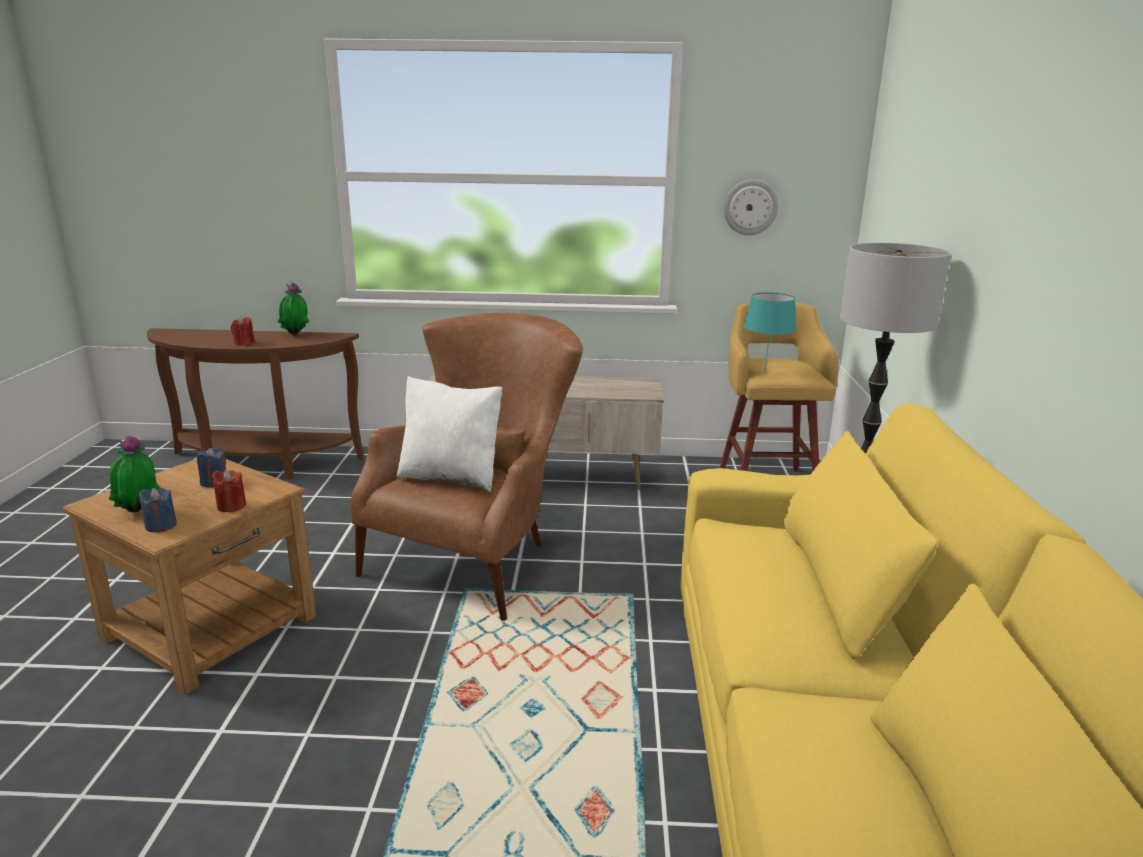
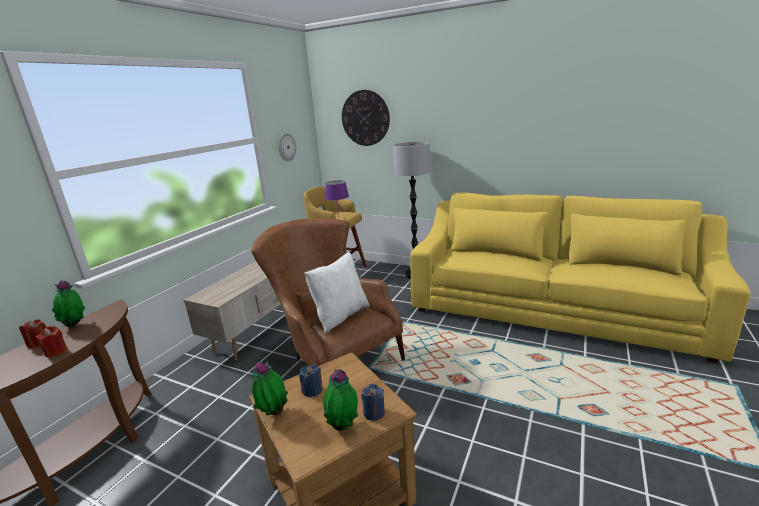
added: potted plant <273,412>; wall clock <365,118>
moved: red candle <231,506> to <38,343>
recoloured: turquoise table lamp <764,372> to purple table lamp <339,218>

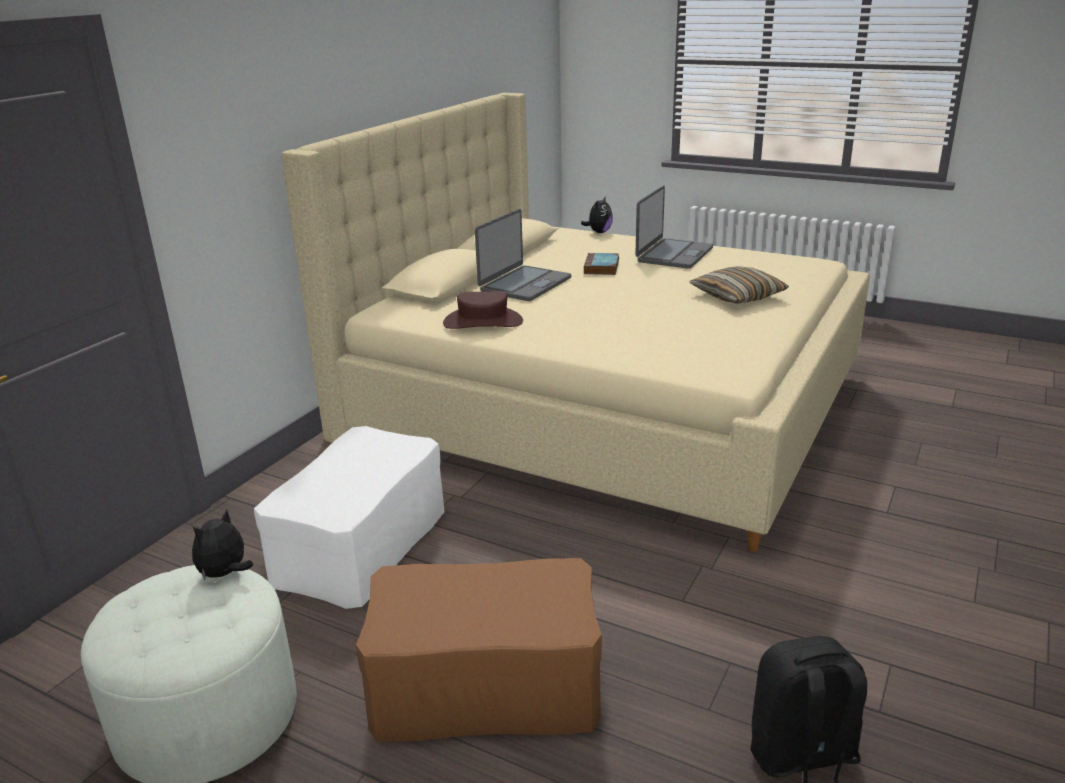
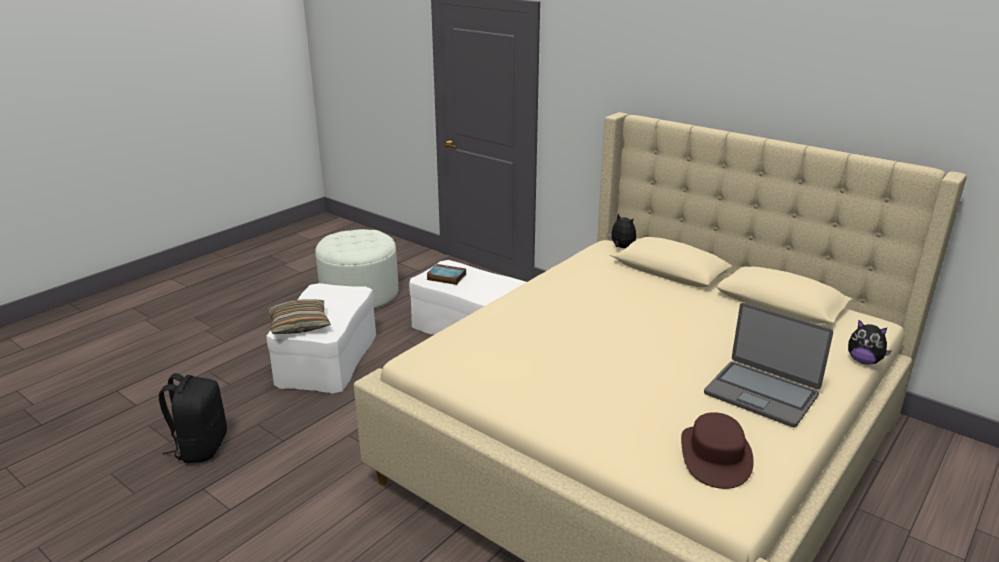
removed: laptop <524,284>
moved: plush toy <225,574> to <621,247>; brown hat <483,322> to <715,456>; book <601,268> to <445,277>; pillow <737,296> to <299,325>
recoloured: brown ottoman <486,685> to white ottoman <328,359>

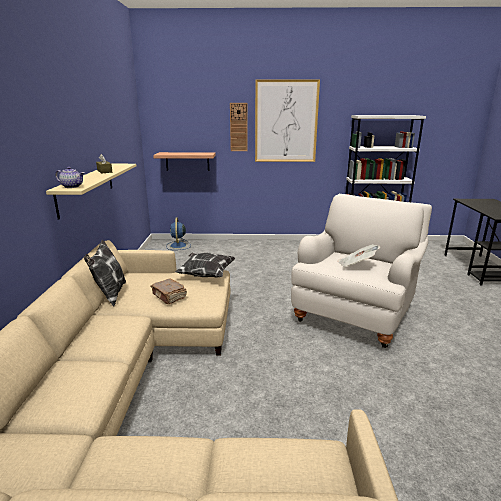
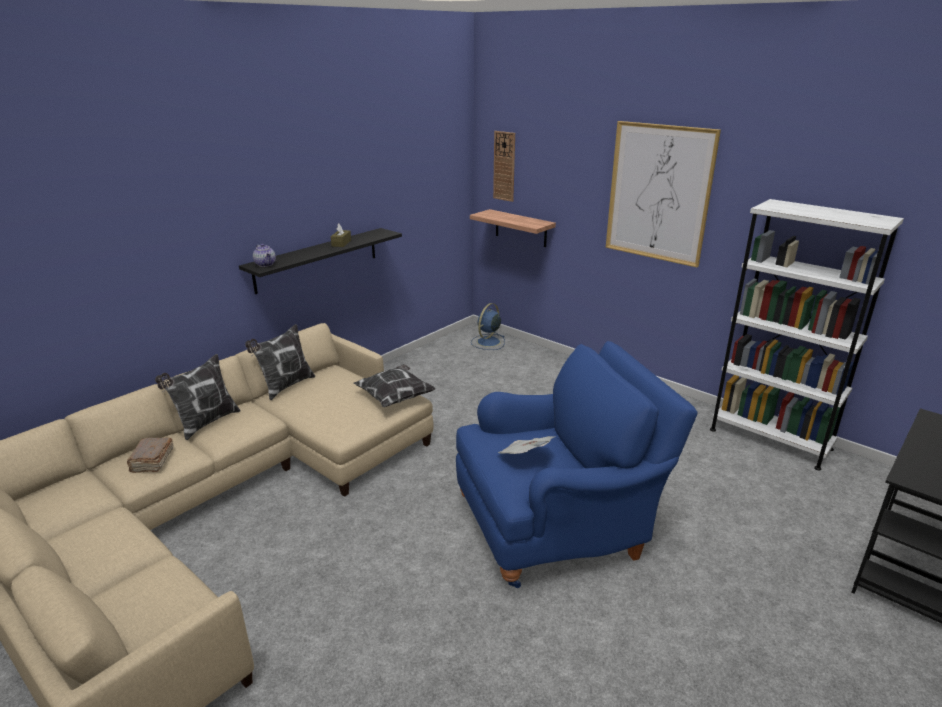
added: pillow <205,423>
moved: brown book <169,296> to <152,461>; wall clock <238,127> to <504,166>
recoloured: beige shelf <86,188> to black shelf <317,259>; white armchair <355,312> to blue armchair <558,526>

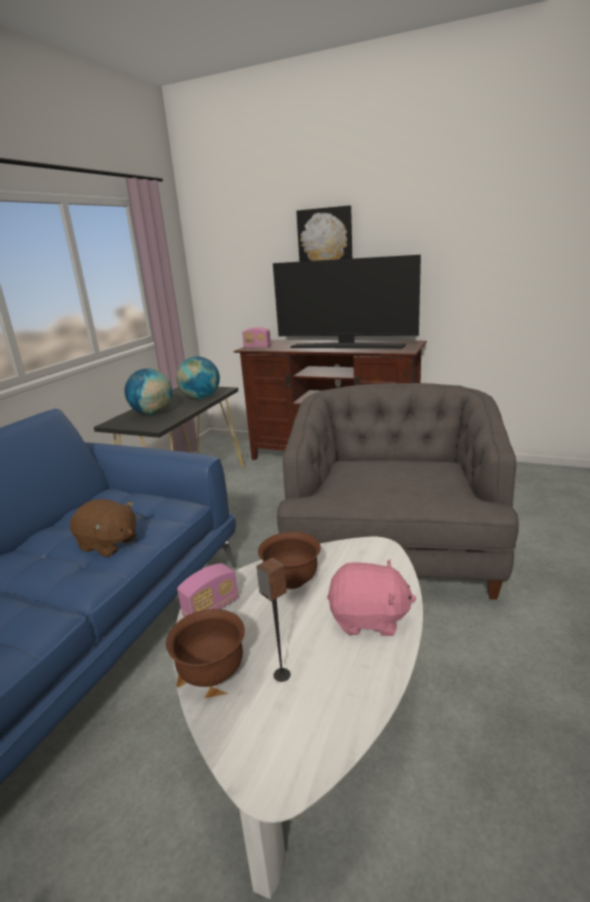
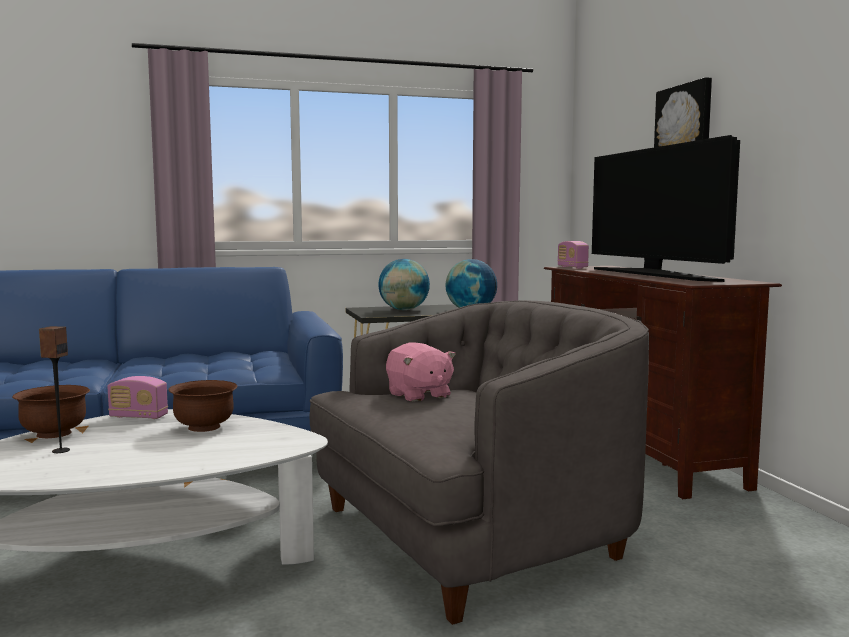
removed: brown plush toy <108,544>
moved: pink plush toy <369,619> to <419,395>

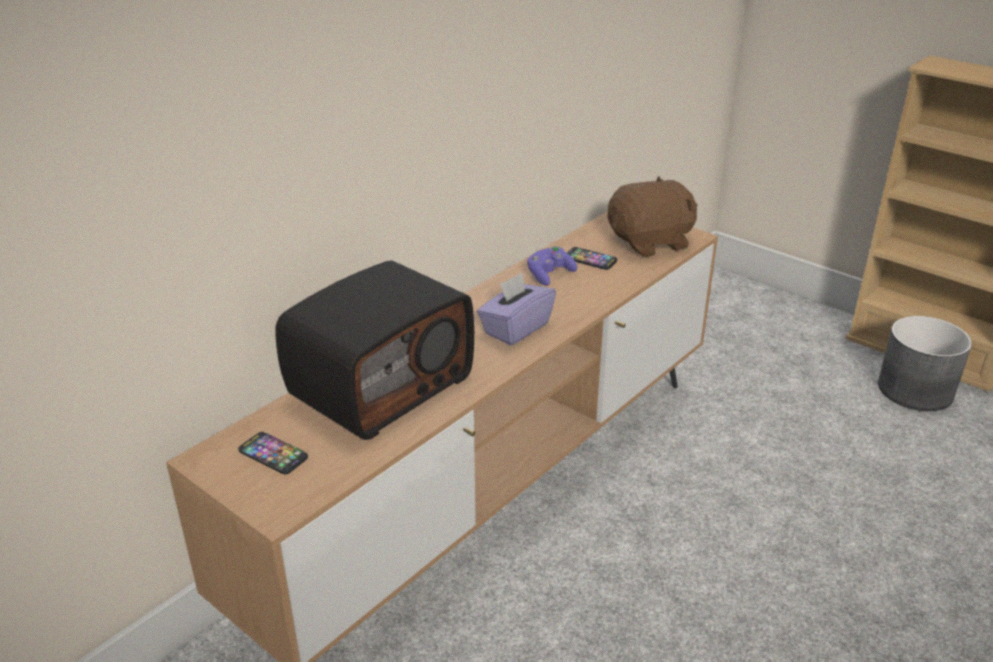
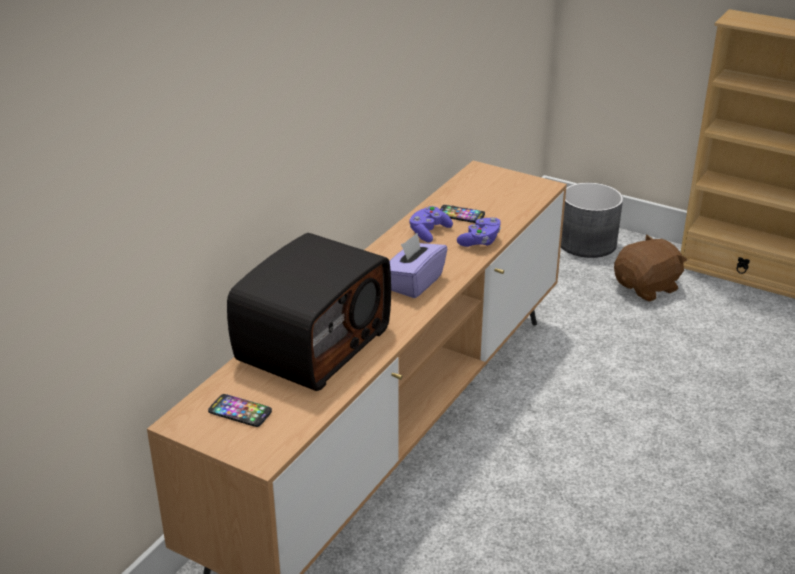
added: purple game controller <480,241>
moved: brown plush toy <651,243> to <647,288>; grey planter <916,390> to <587,243>

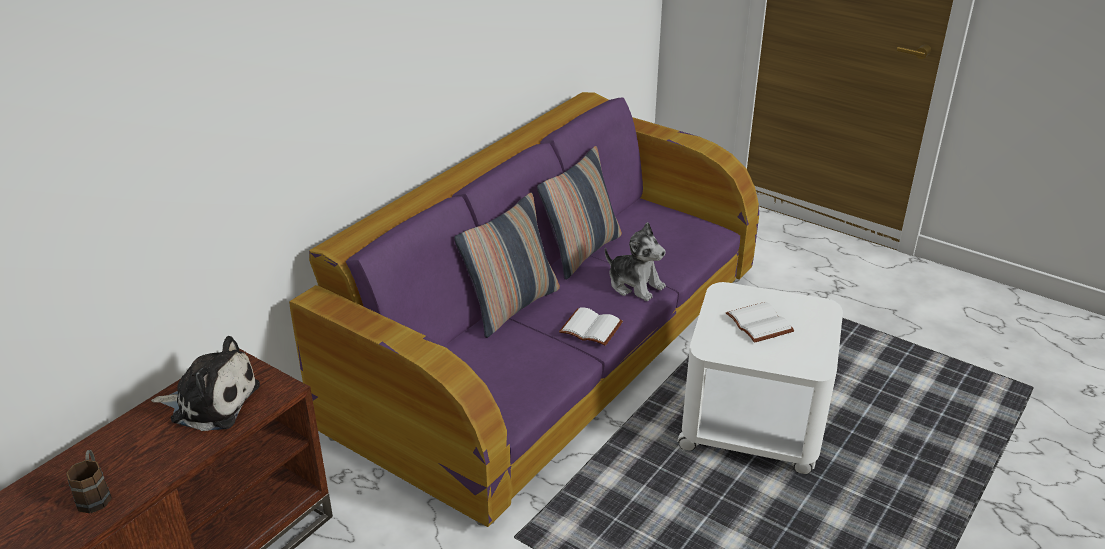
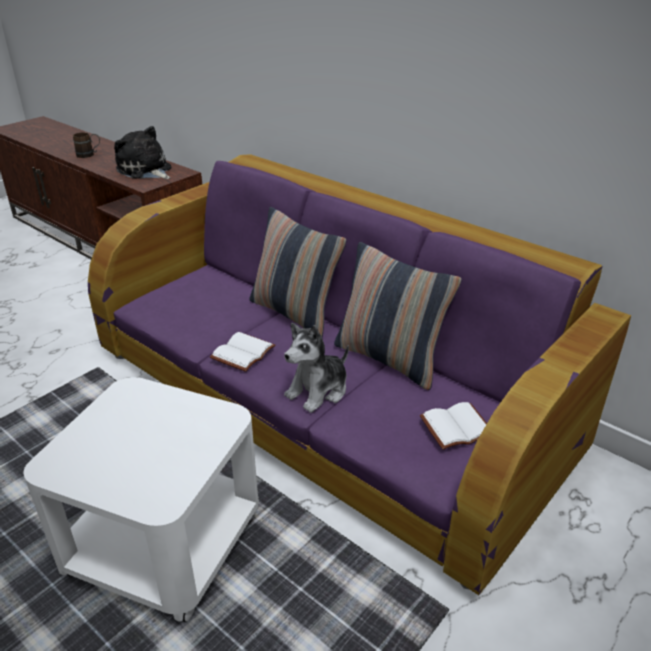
moved: white book <761,324> to <456,429>
turned: plush toy <211,402> = <145,170> 120 degrees clockwise

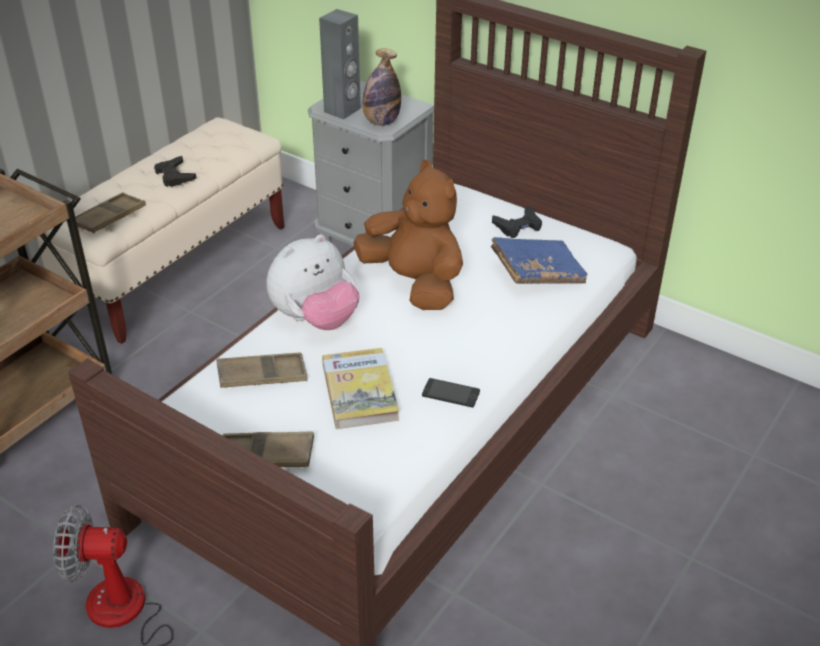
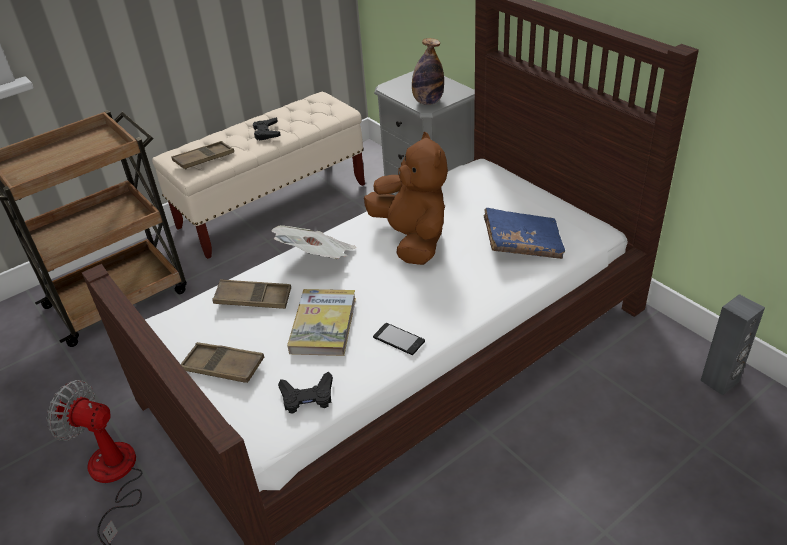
moved: grey speaker <342,110> to <720,381>; black game controller <518,226> to <307,397>
replaced: plush toy <315,319> to newspaper <317,258>

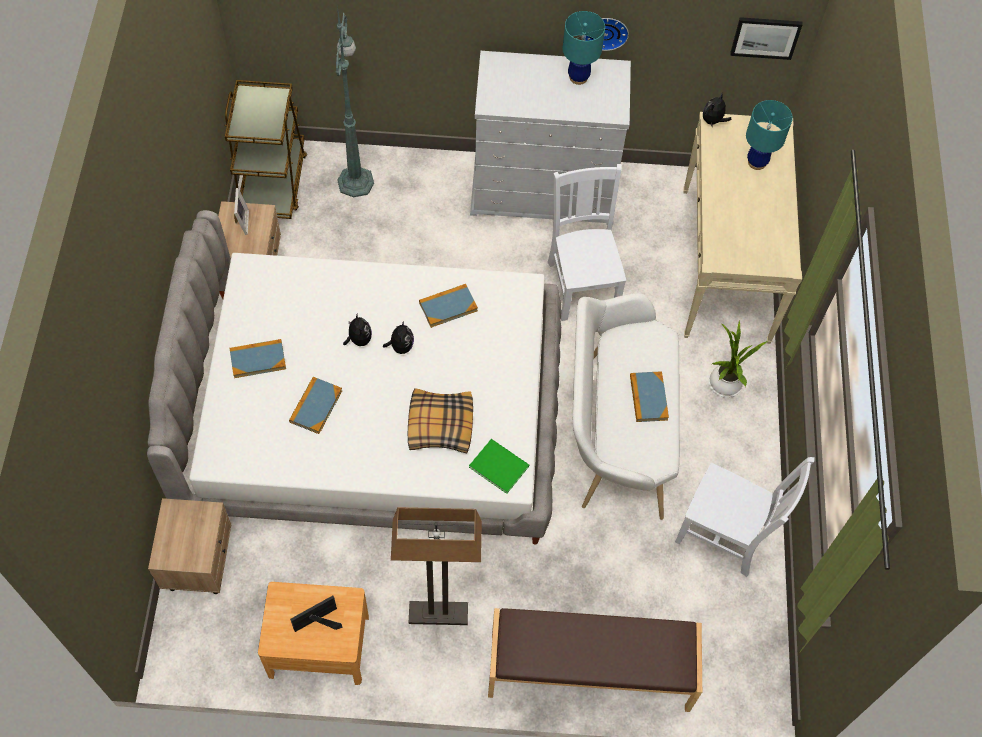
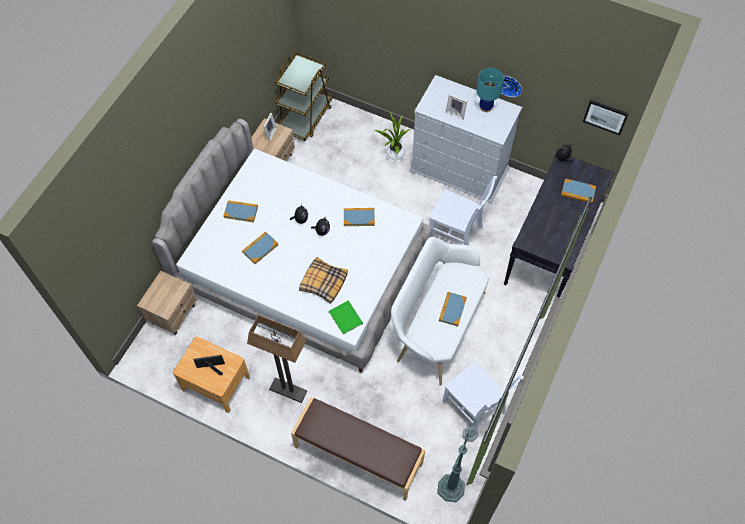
added: picture frame <456,113>
moved: green floor lamp <356,180> to <451,486>; potted plant <723,386> to <394,155>
replaced: turquoise table lamp <757,162> to book <578,192>
recoloured: beige console table <725,265> to black console table <549,250>
turned: white chair <582,284> = <457,233> 105 degrees clockwise

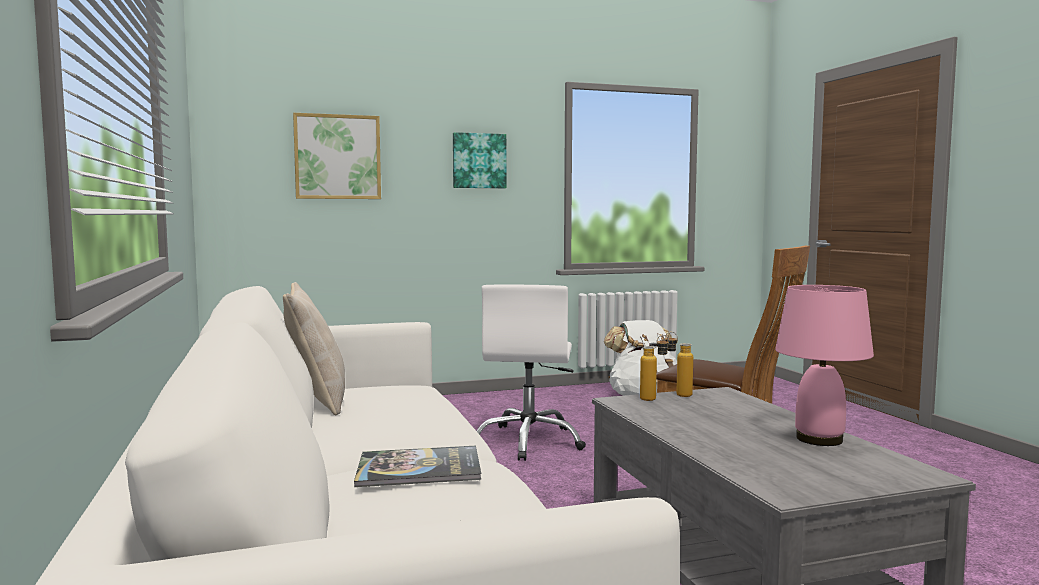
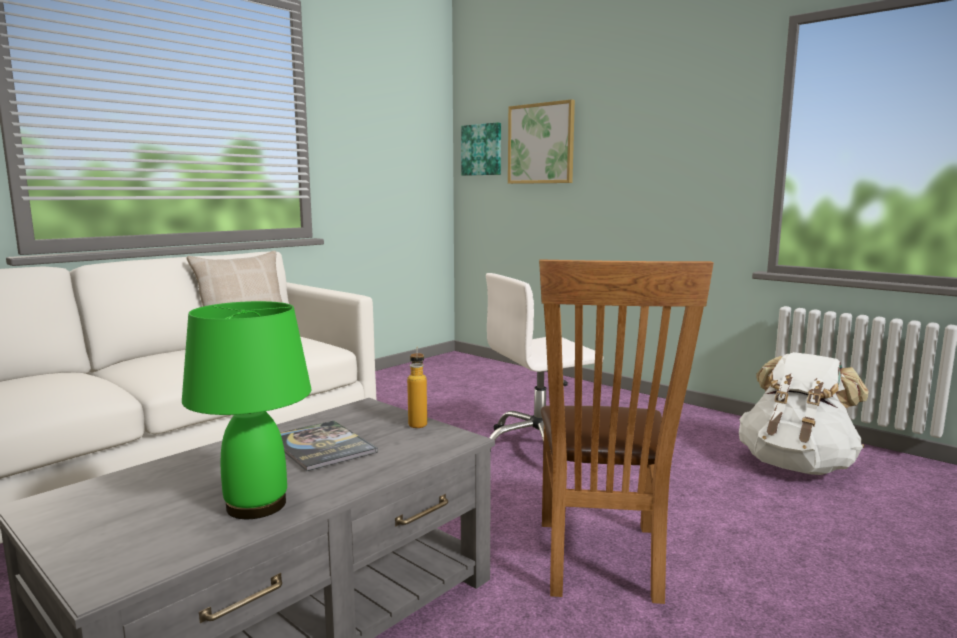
removed: bottle <654,398>
moved: book <419,468> to <321,446>; picture <479,161> to <482,150>
recoloured: pink table lamp <818,439> to green table lamp <258,505>

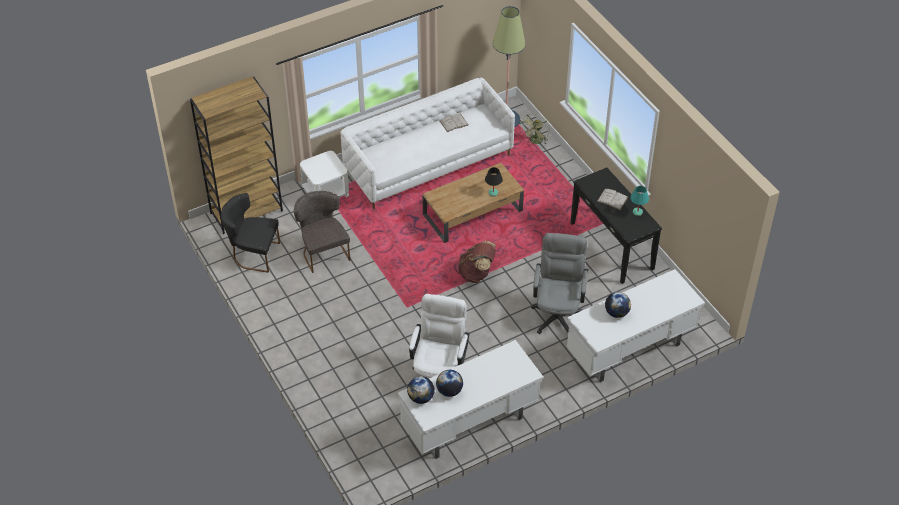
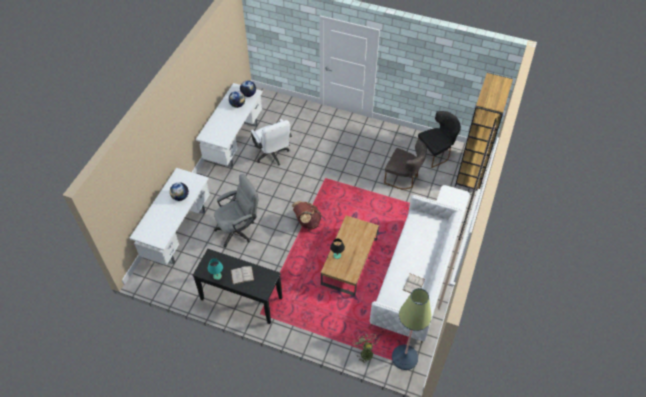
turned: grey office chair <558,312> = <239,229> 90 degrees counterclockwise

